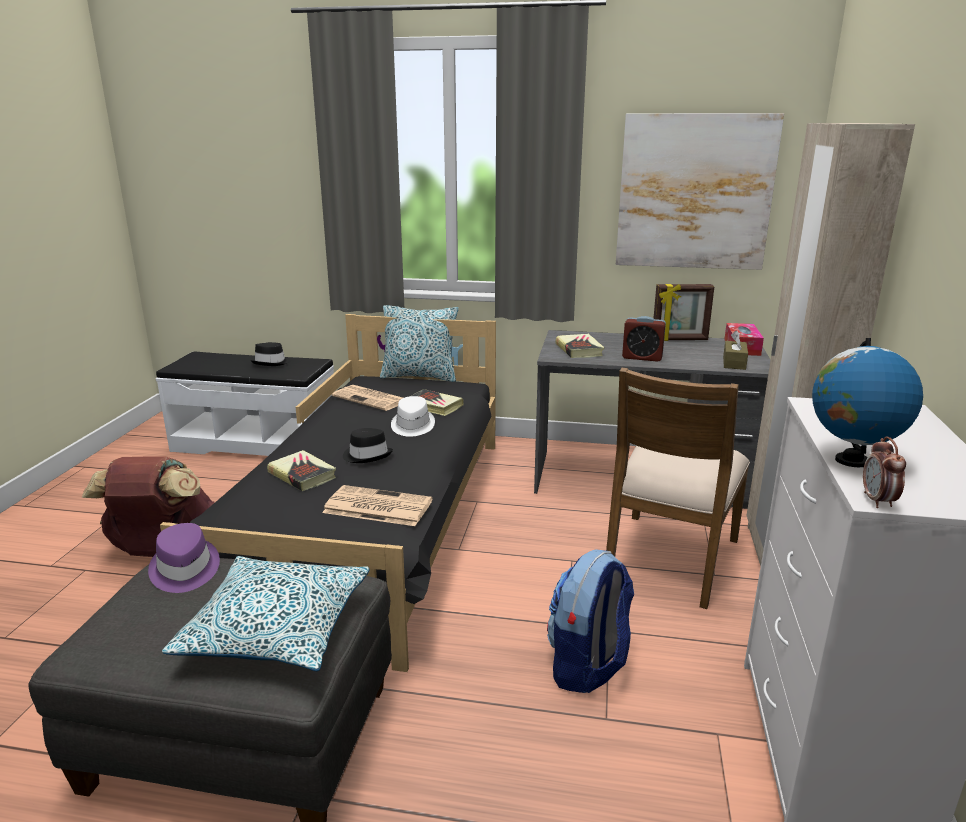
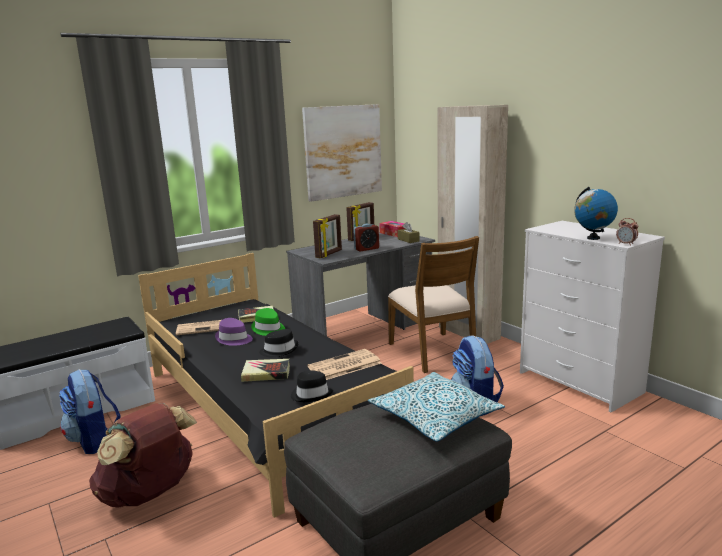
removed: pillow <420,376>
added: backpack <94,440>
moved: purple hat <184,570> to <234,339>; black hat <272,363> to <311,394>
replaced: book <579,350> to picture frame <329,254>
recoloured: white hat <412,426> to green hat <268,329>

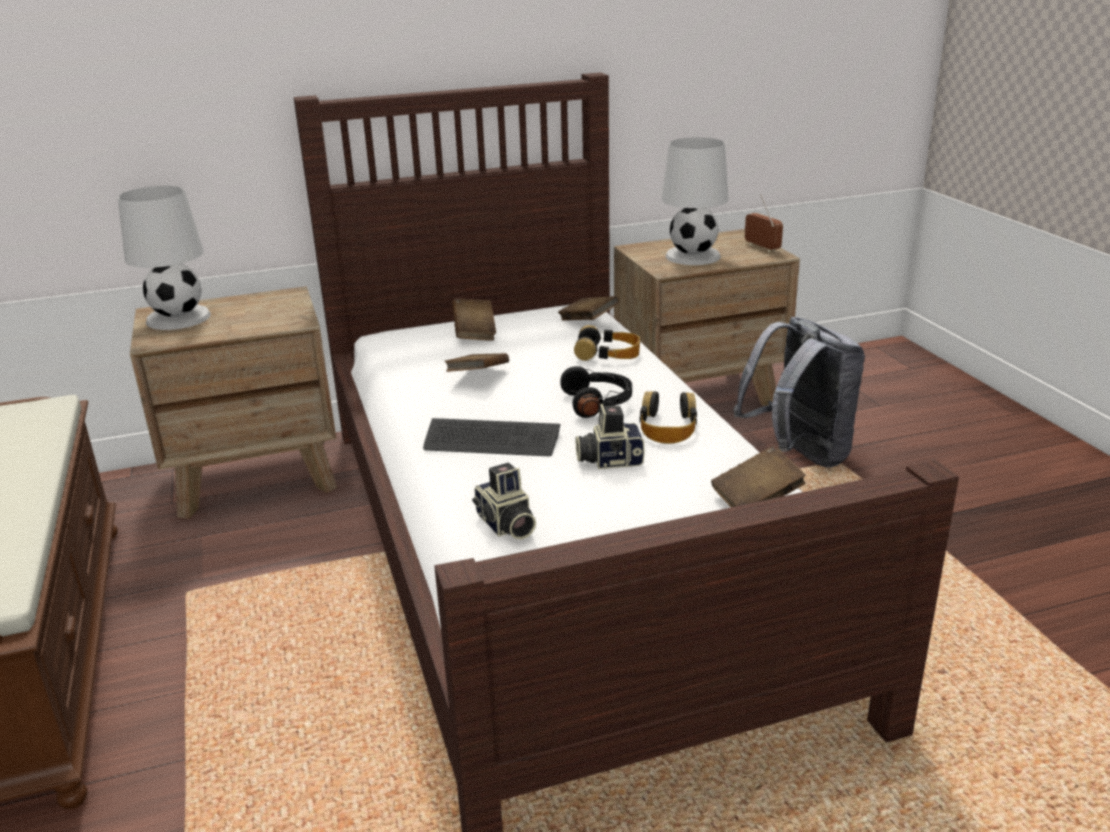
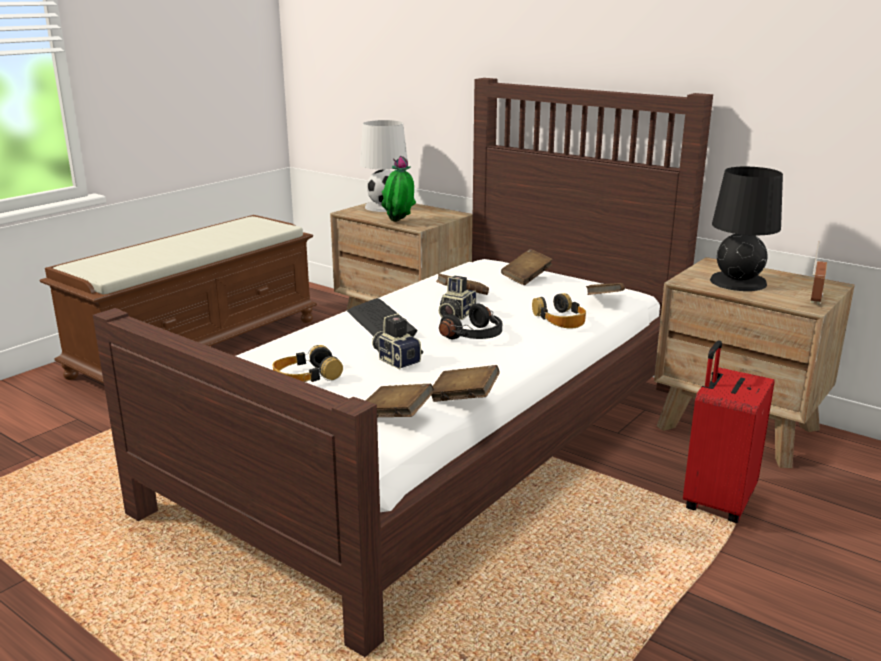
added: potted plant <399,222>; brown book <464,398>
moved: photo camera <505,525> to <455,315>; headphones <668,427> to <306,376>
replaced: grey backpack <798,455> to red suitcase <717,501>
recoloured: white table lamp <692,256> to black table lamp <737,282>

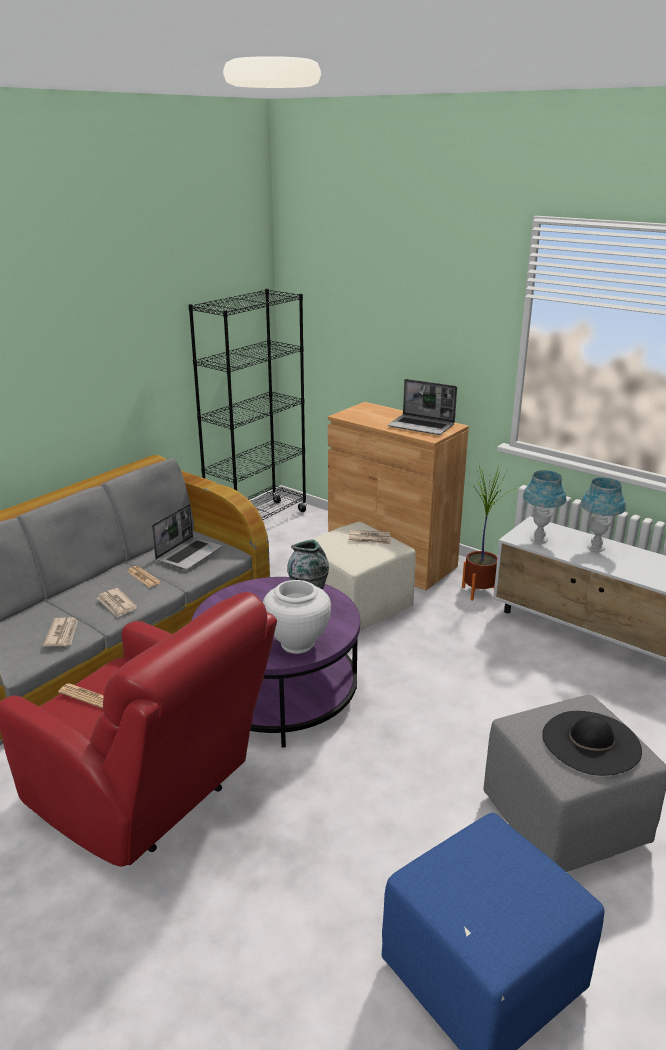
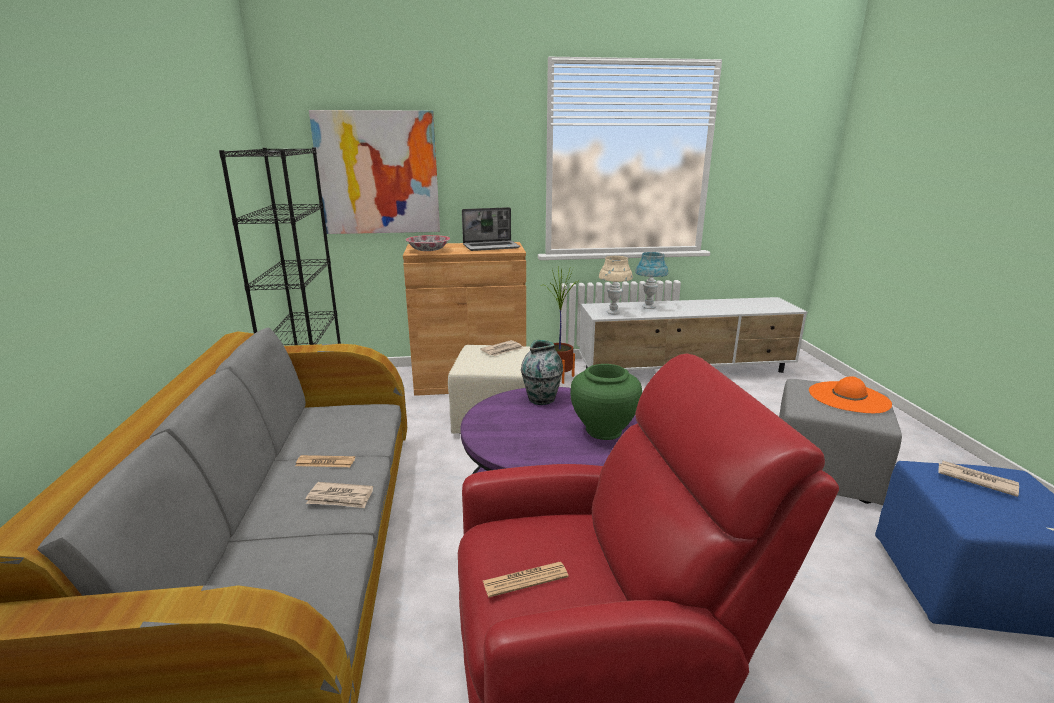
removed: laptop <189,554>
added: picture <378,173>; bowl <428,250>
moved: newspaper <62,634> to <975,480>
recoloured: white vase <297,643> to green vase <603,431>; blue table lamp <539,539> to beige table lamp <613,312>; black hat <591,742> to orange hat <849,397>

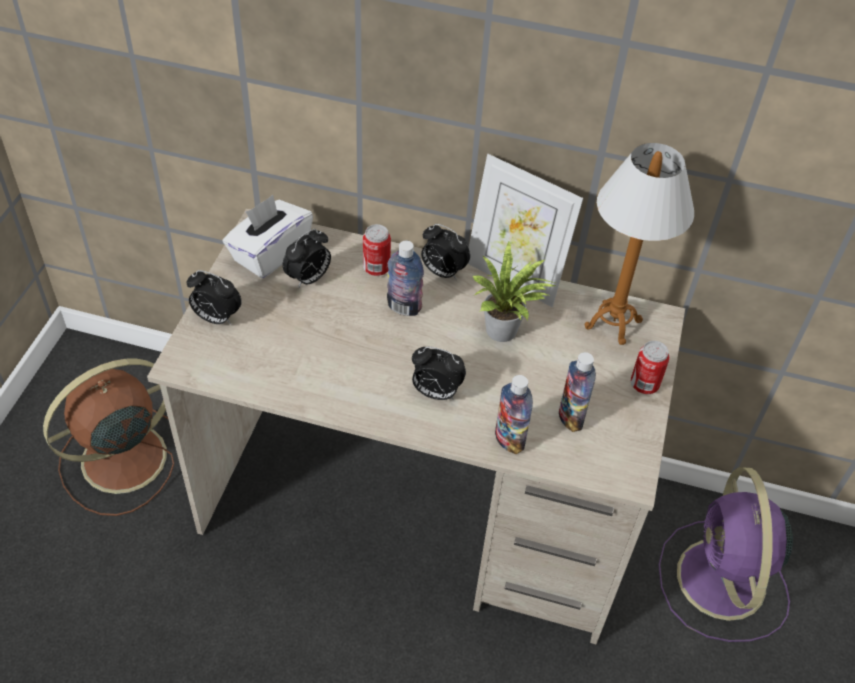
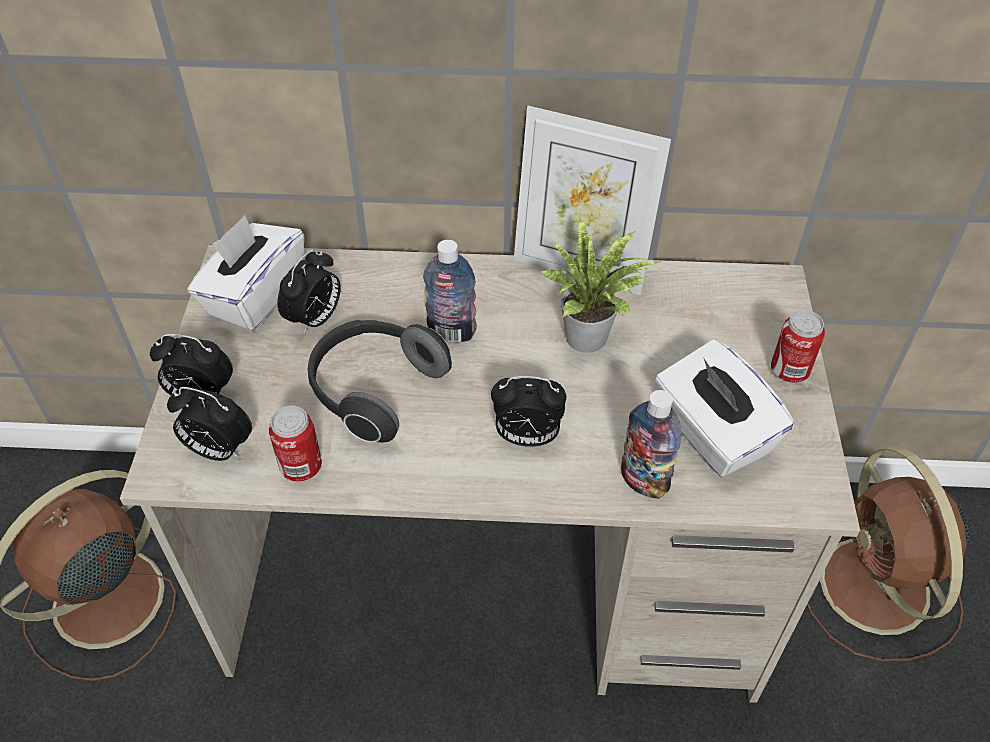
removed: table lamp <613,324>
added: headphones <374,390>
moved: can <376,268> to <301,467>; alarm clock <442,272> to <218,450>
replaced: bottle <570,418> to white tissue box <712,433>
recoloured: purple fan <721,583> to brown fan <876,590>

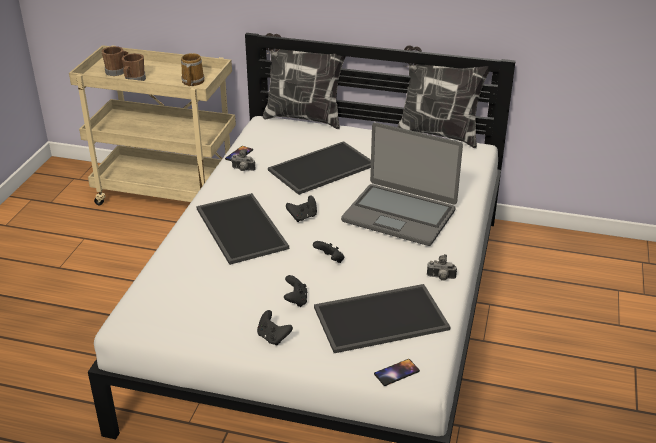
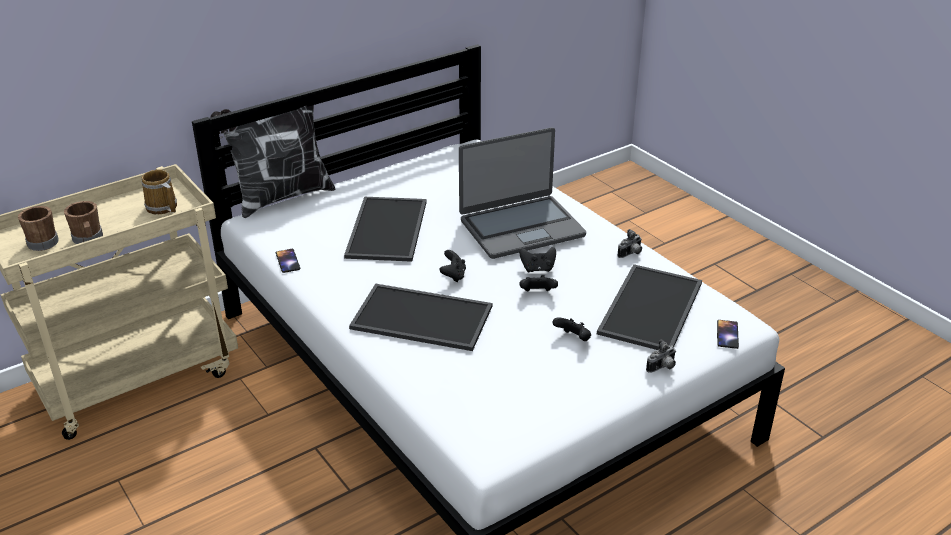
removed: pillow <437,134>
moved: photo camera <243,170> to <662,368>; black game controller <273,337> to <537,269>

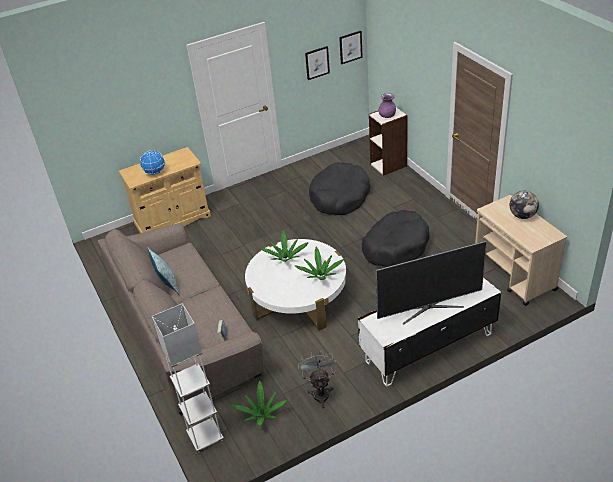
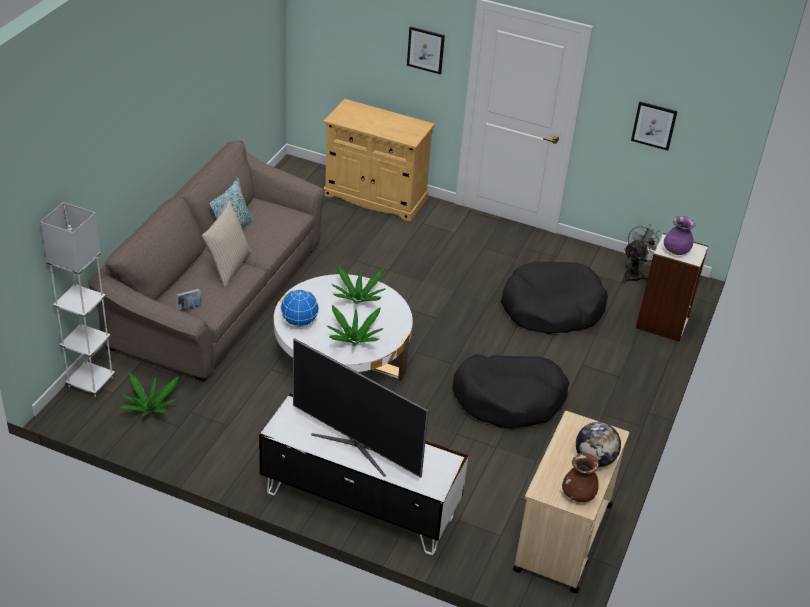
added: beige pillow <228,267>; brown vase <578,494>
moved: globe <154,172> to <299,322>; grey fan <320,392> to <636,274>; picture <350,47> to <425,50>

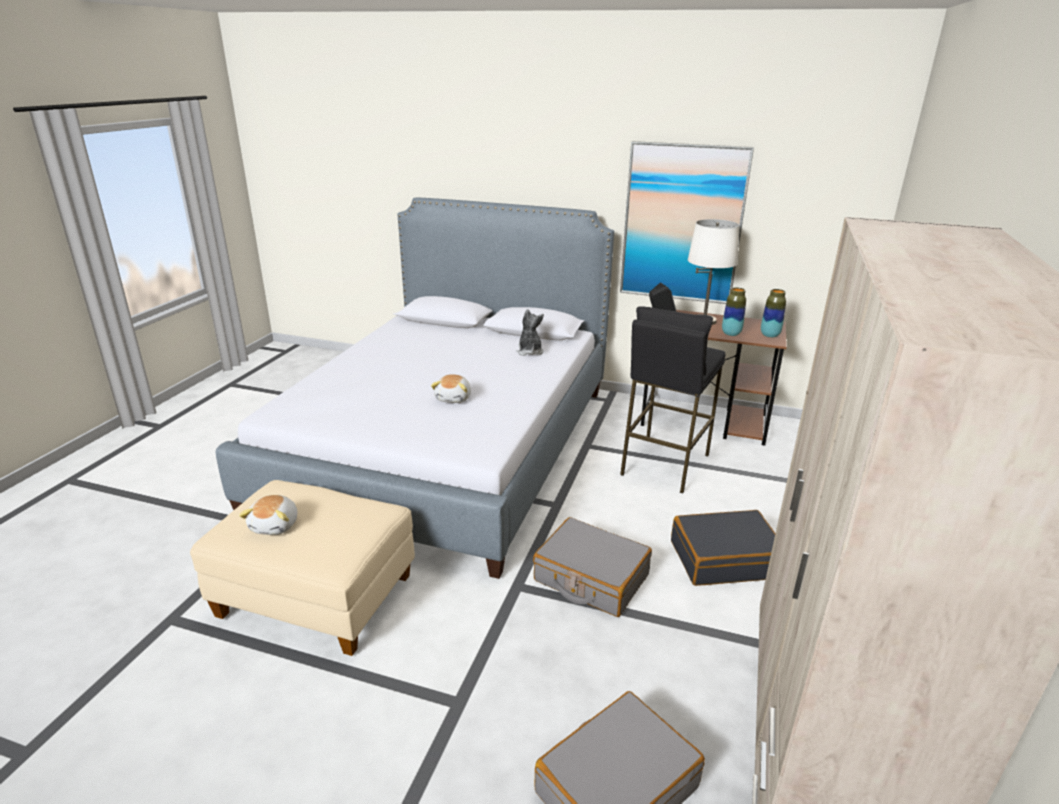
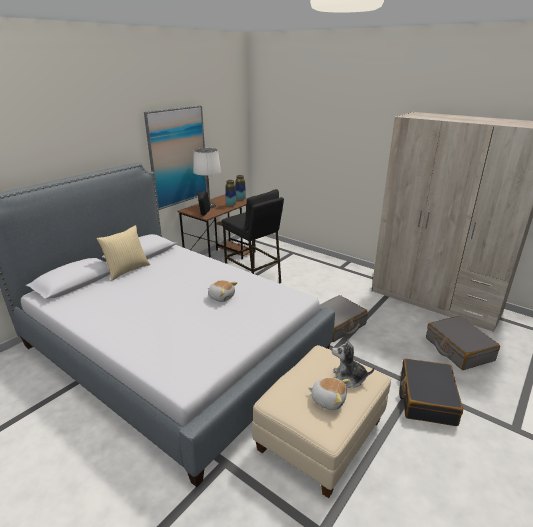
added: pillow <127,270>
moved: plush toy <529,351> to <348,378>; black suitcase <724,559> to <426,398>

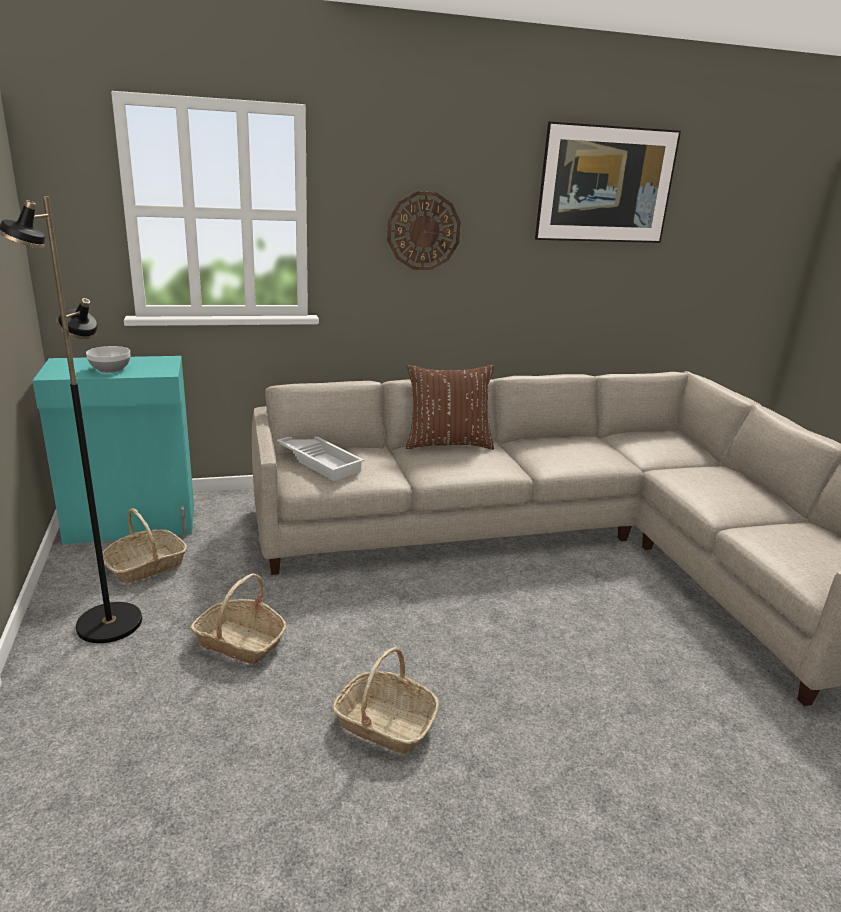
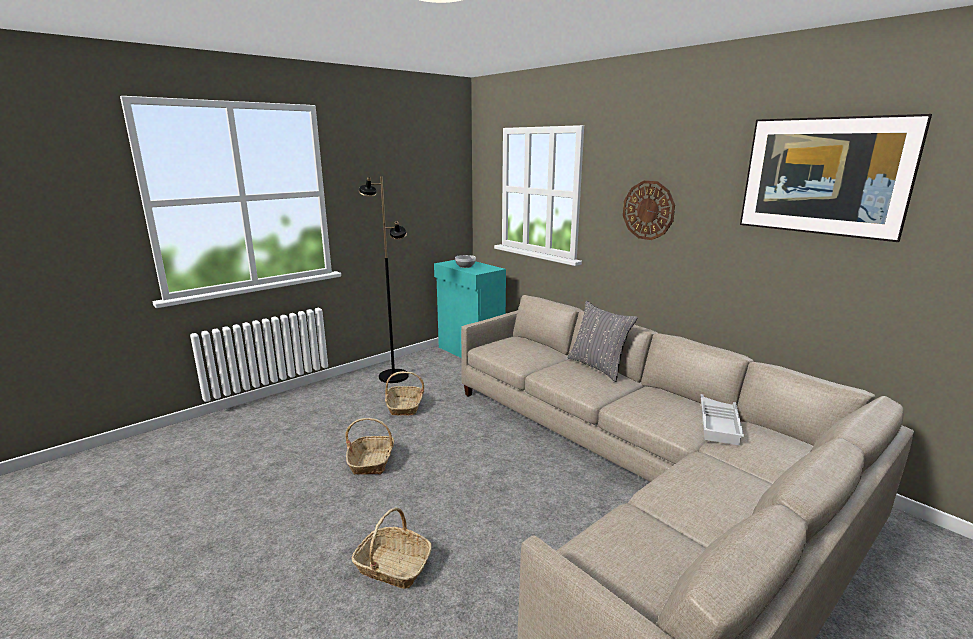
moved: basket <146,566> to <392,566>; white tray <321,461> to <720,423>
recoloured: brown pillow <447,444> to grey pillow <598,367>

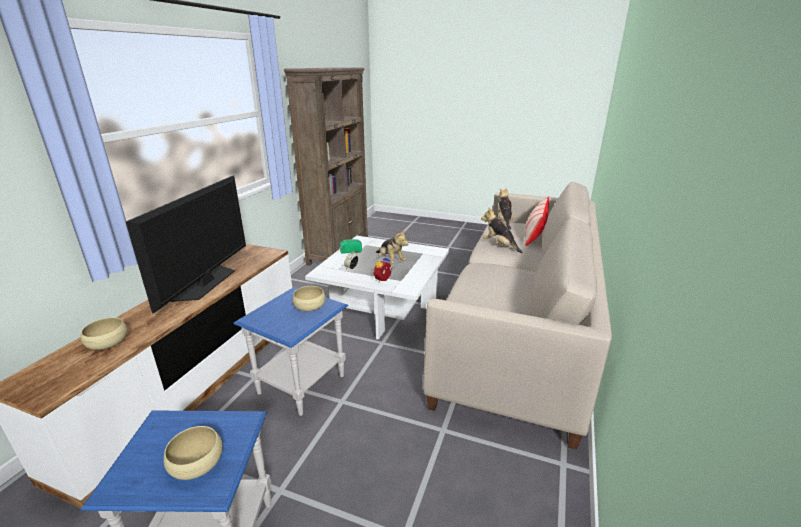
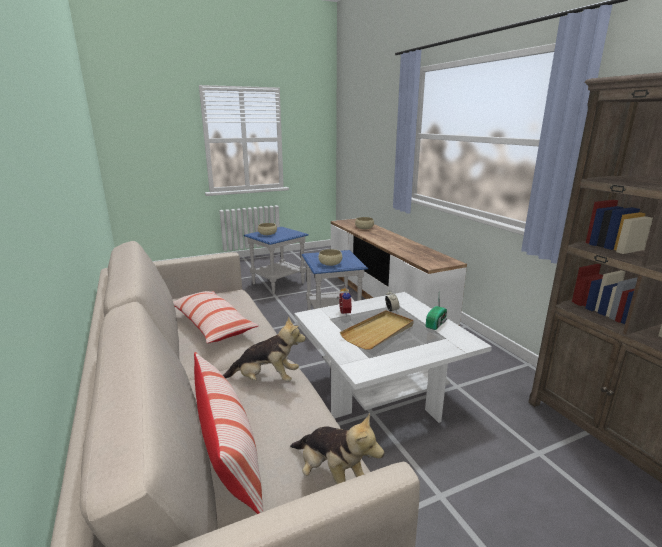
removed: television <206,283>
added: pillow <212,325>
replaced: plush toy <390,260> to beige tray <378,332>

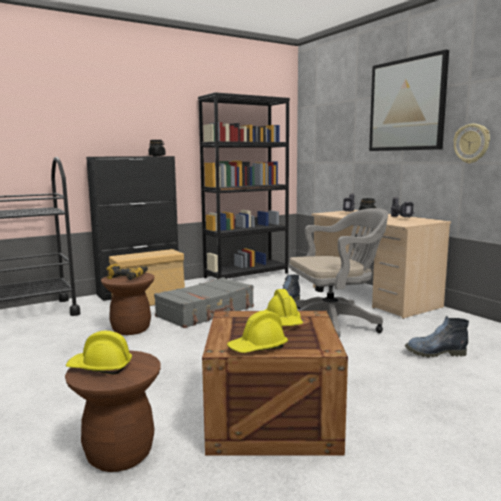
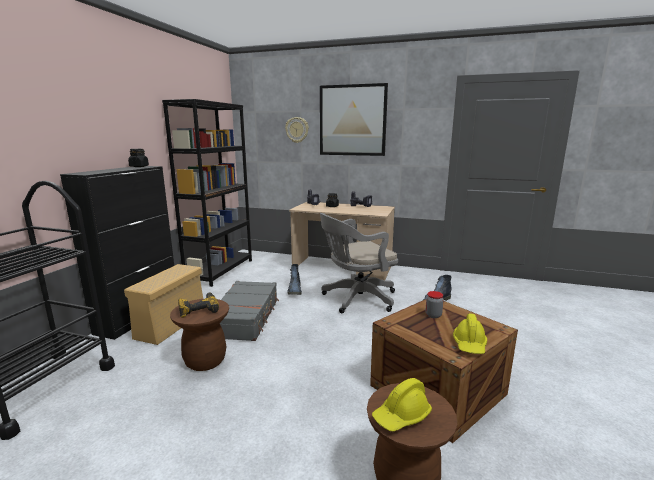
moved: wall clock <471,143> to <297,130>
replaced: yellow hard hat <283,322> to jar <433,315>
turned: grey office chair <335,325> = <356,299> 150 degrees counterclockwise

